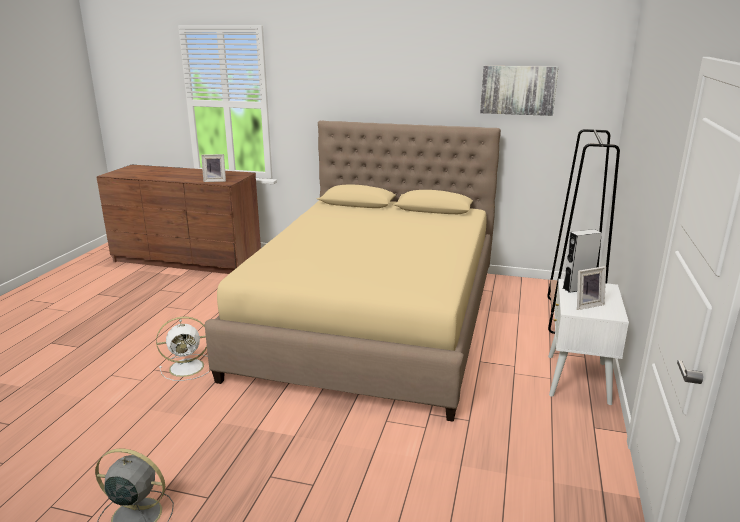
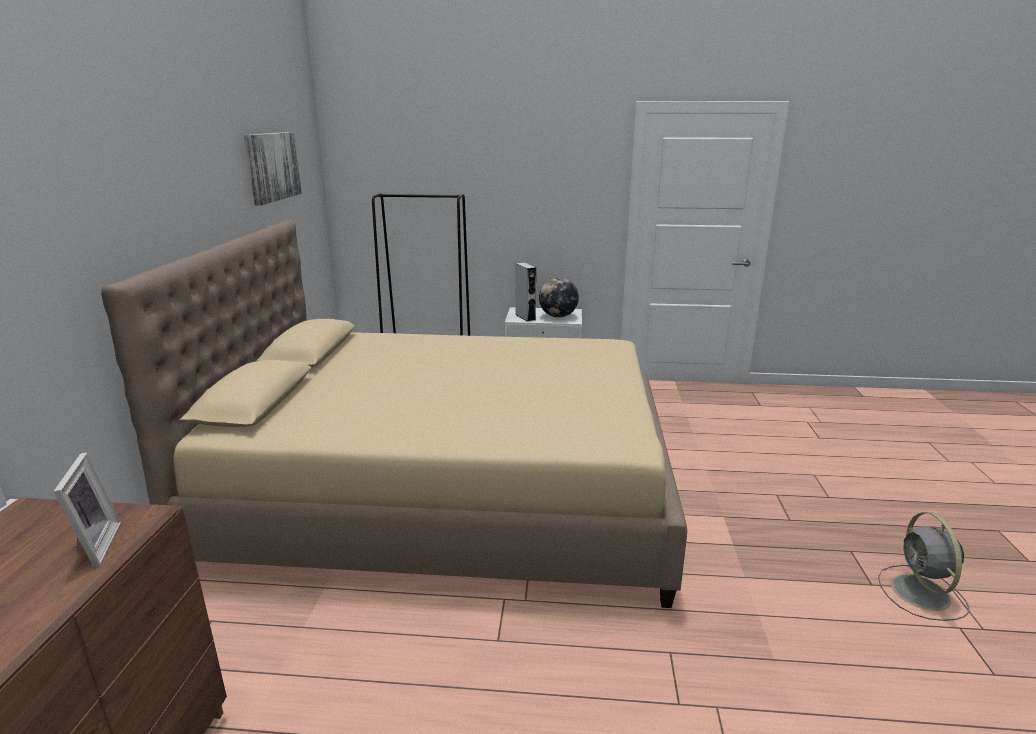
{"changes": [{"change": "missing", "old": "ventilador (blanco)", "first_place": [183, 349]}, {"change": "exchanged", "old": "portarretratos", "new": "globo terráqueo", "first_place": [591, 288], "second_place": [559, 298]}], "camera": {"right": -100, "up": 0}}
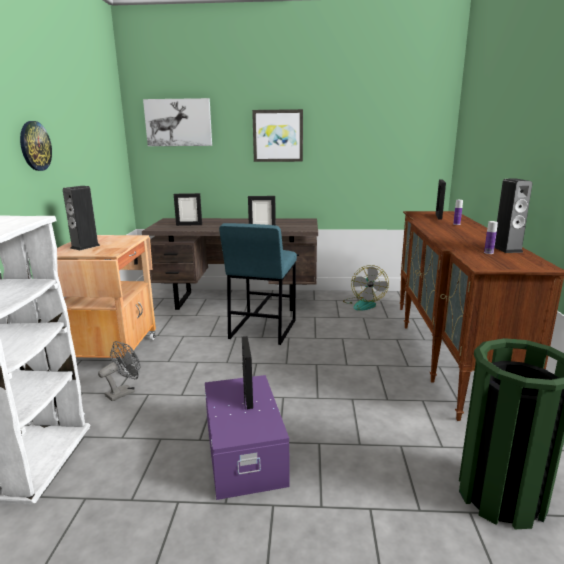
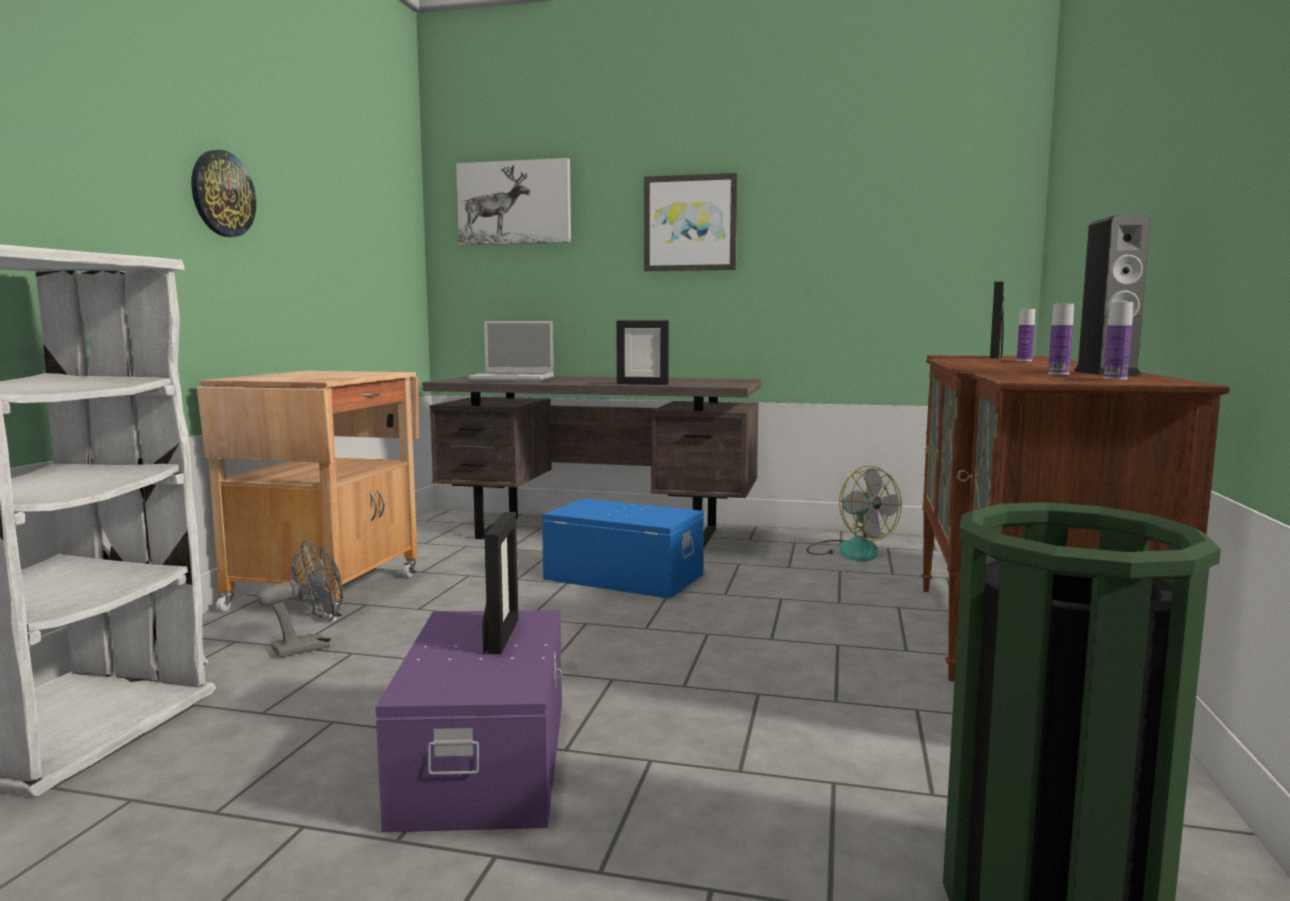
{"changes": [{"change": "missing", "old": "altavoz", "first_place": [81, 218]}, {"change": "exchanged", "old": "portarretratos", "new": "portátil", "first_place": [188, 209], "second_place": [511, 351]}, {"change": "exchanged", "old": "taburete (azul)", "new": "caja de almacenaje (azul)", "first_place": [258, 284], "second_place": [623, 549]}, {"change": "spun", "old": "ventilador", "first_place": [366, 288], "second_place": [854, 513], "degrees": -45}, {"change": "appeared", "new": "botella", "second_place": [1118, 341]}], "camera": {"right": 10, "up": -10}}
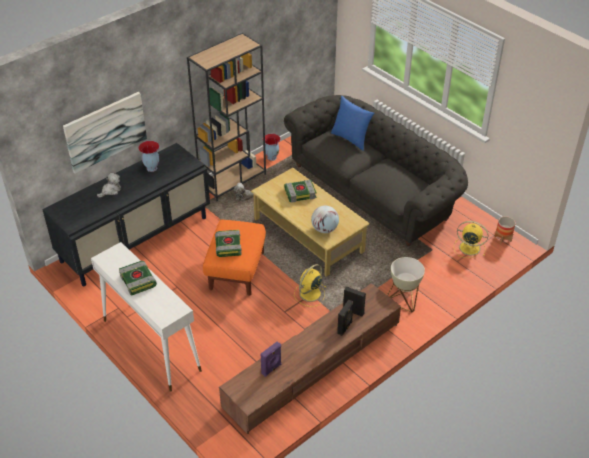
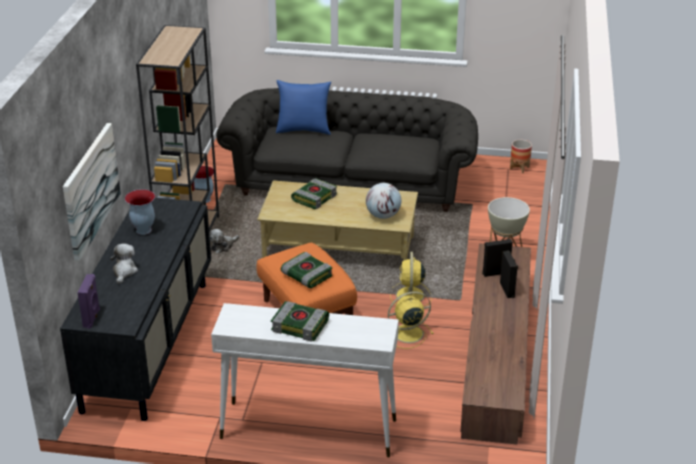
{"changes": [{"change": "relocated", "old": "altavoz (morado)", "first_place": [271, 359], "second_place": [88, 301]}, {"change": "relocated", "old": "ventilador (amarillo)", "first_place": [471, 239], "second_place": [410, 320]}], "camera": {"right": -40, "up": -10}}
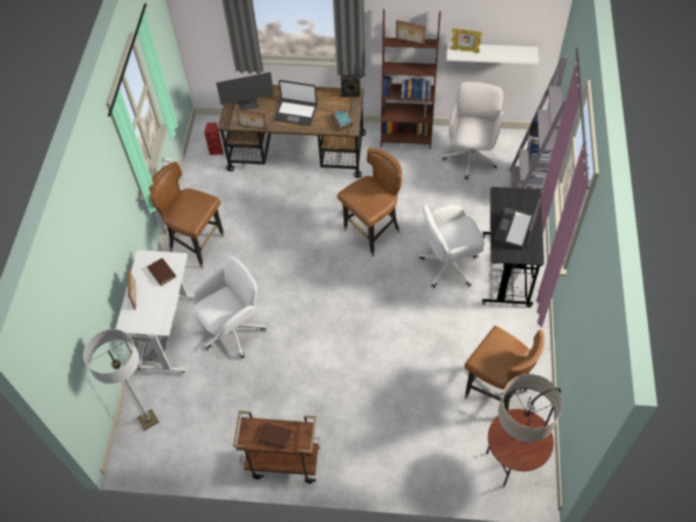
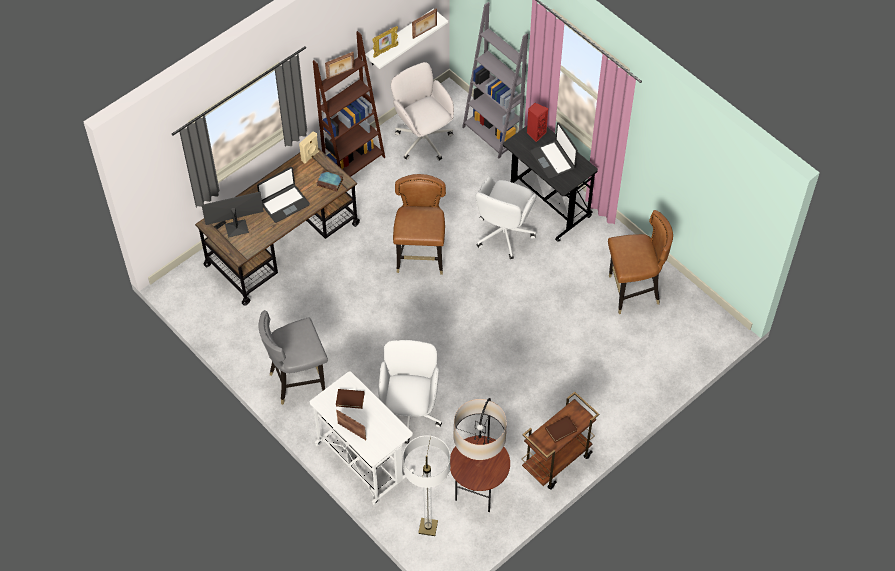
{"changes": [{"change": "colour", "old": "silla (marrón)", "new": "silla (gris)", "first_place": [186, 215], "second_place": [293, 357]}, {"change": "relocated", "old": "altavoz (rojo)", "first_place": [214, 138], "second_place": [537, 122]}, {"change": "spun", "old": "monitor", "first_place": [245, 91], "second_place": [232, 214], "degrees": -135}, {"change": "relocated", "old": "portarretratos", "first_place": [251, 119], "second_place": [424, 23]}, {"change": "colour", "old": "altavoz (negro)", "new": "altavoz (beis)", "first_place": [350, 86], "second_place": [309, 147]}, {"change": "relocated", "old": "lámpara de pie", "first_place": [524, 430], "second_place": [480, 455]}], "camera": {"right": -50, "up": 0}}
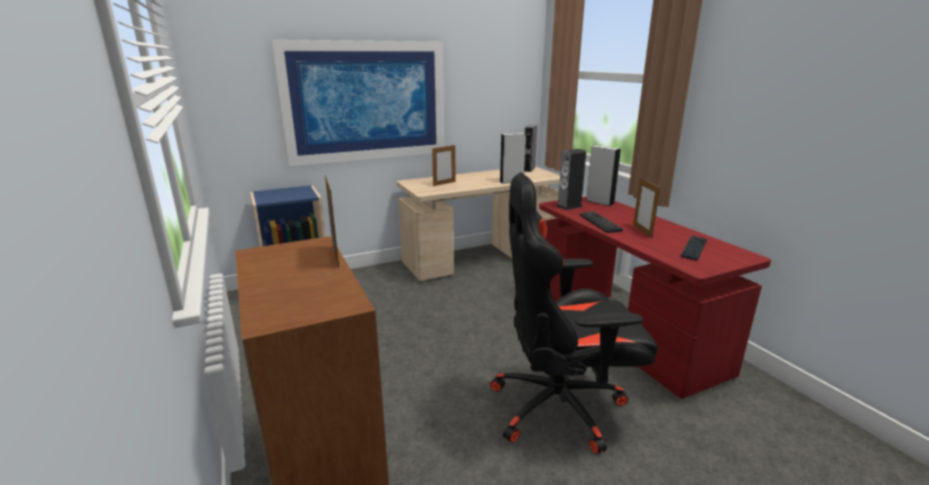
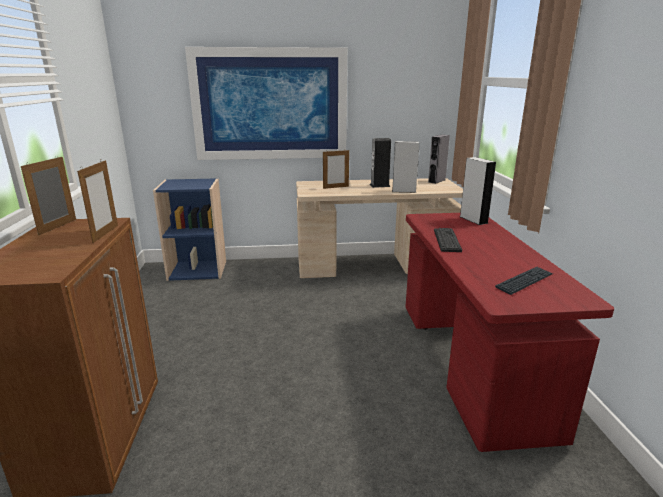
{"changes": [{"change": "missing", "old": "silla de oficina (negro)", "first_place": [574, 313]}, {"change": "relocated", "old": "altavoz", "first_place": [571, 179], "second_place": [380, 163]}, {"change": "relocated", "old": "portarretratos", "first_place": [646, 207], "second_place": [48, 196]}], "camera": {"right": 20, "up": 0}}
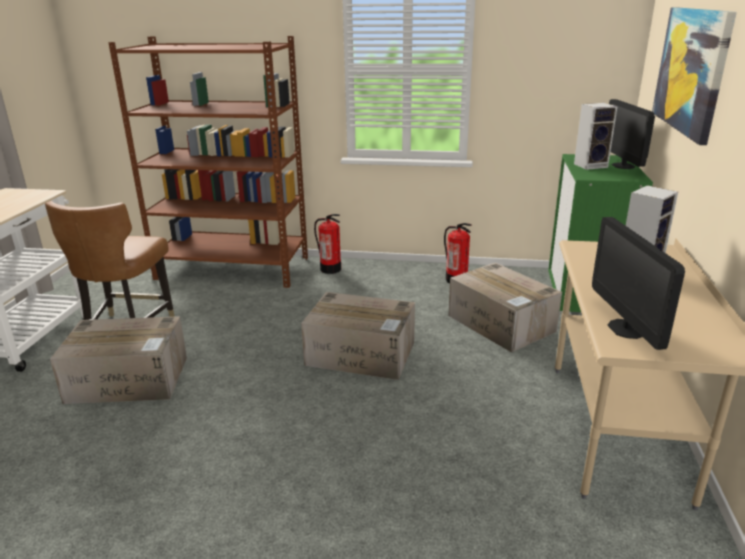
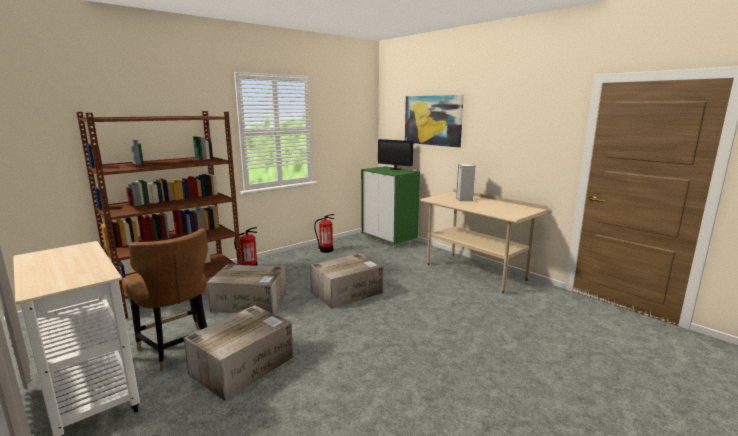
{"changes": [{"change": "relocated", "old": "caja de cartón", "first_place": [505, 307], "second_place": [246, 289]}, {"change": "missing", "old": "altavoz", "first_place": [596, 136]}, {"change": "missing", "old": "monitor", "first_place": [638, 283]}], "camera": {"right": -50, "up": -10}}
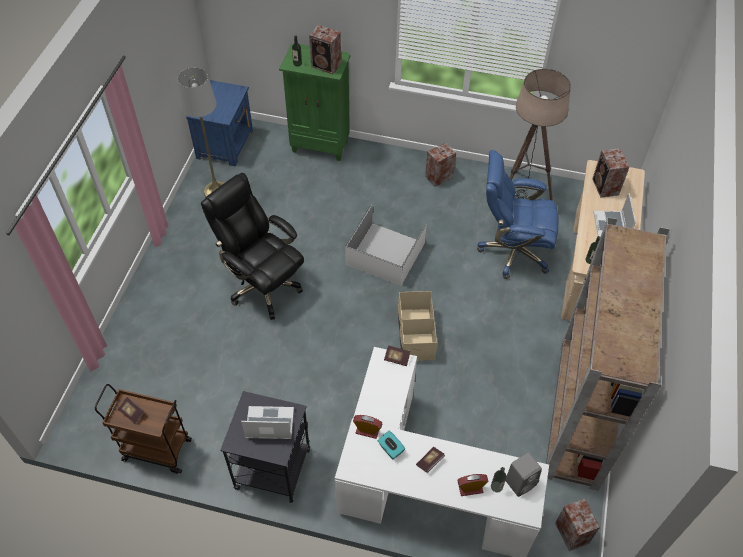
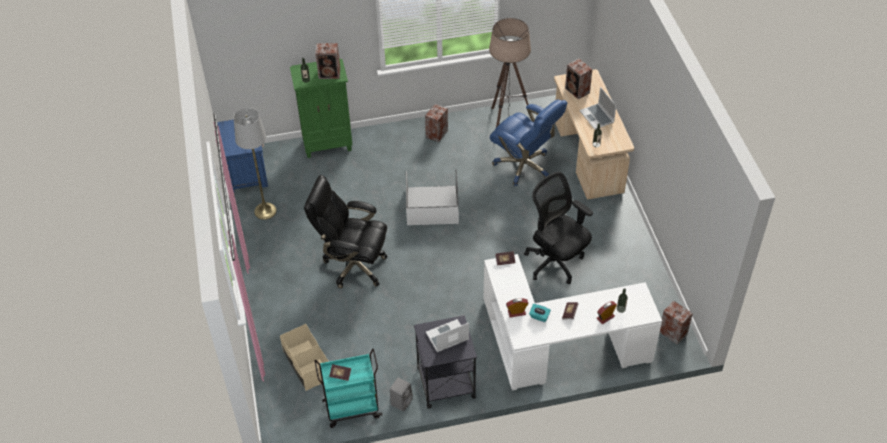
{"changes": [{"change": "colour", "old": "carrito (marrón)", "new": "carrito (turquesa)", "first_place": [143, 429], "second_place": [349, 388]}, {"change": "relocated", "old": "caja de almacenaje (beis)", "first_place": [417, 326], "second_place": [304, 357]}, {"change": "spun", "old": "silla de oficina (azul)", "first_place": [517, 214], "second_place": [528, 143], "degrees": -120}, {"change": "relocated", "old": "altavoz (gris)", "first_place": [524, 474], "second_place": [401, 394]}, {"change": "missing", "old": "estantería (marrón)", "first_place": [608, 353]}, {"change": "appeared", "new": "silla de oficina (negro)", "second_place": [558, 228]}], "camera": {"right": -25, "up": -5}}
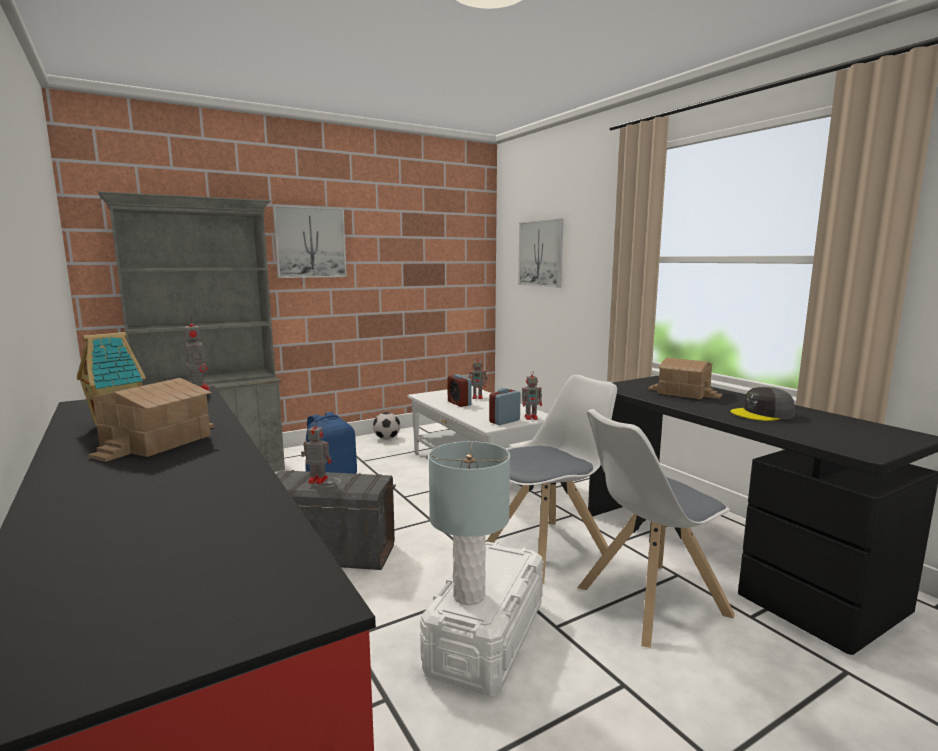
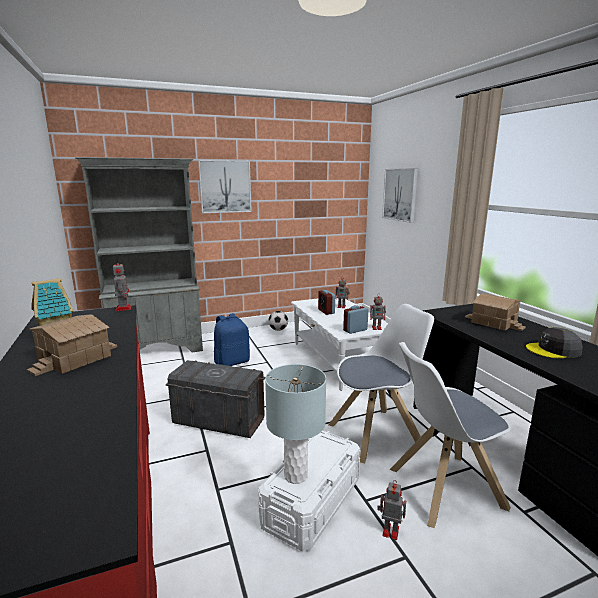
{"changes": [{"change": "relocated", "old": "robot de juguete", "first_place": [316, 452], "second_place": [391, 510]}], "camera": {"right": 10, "up": 5}}
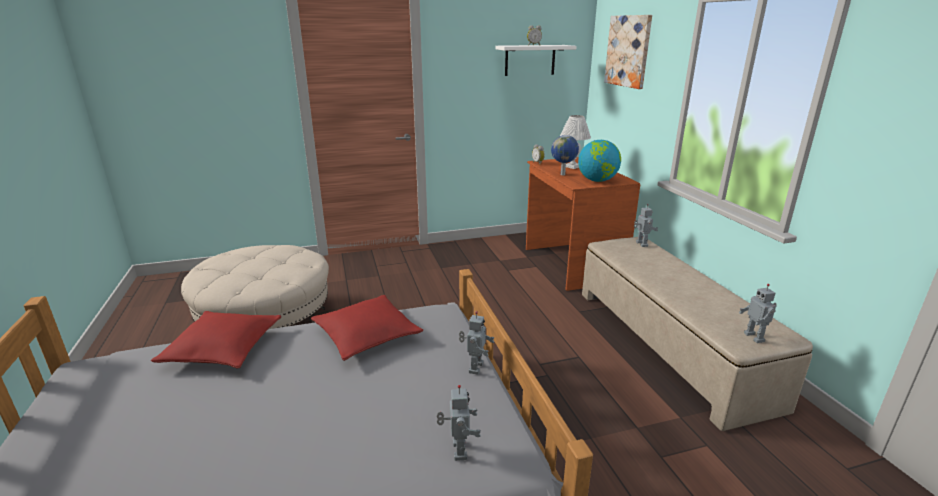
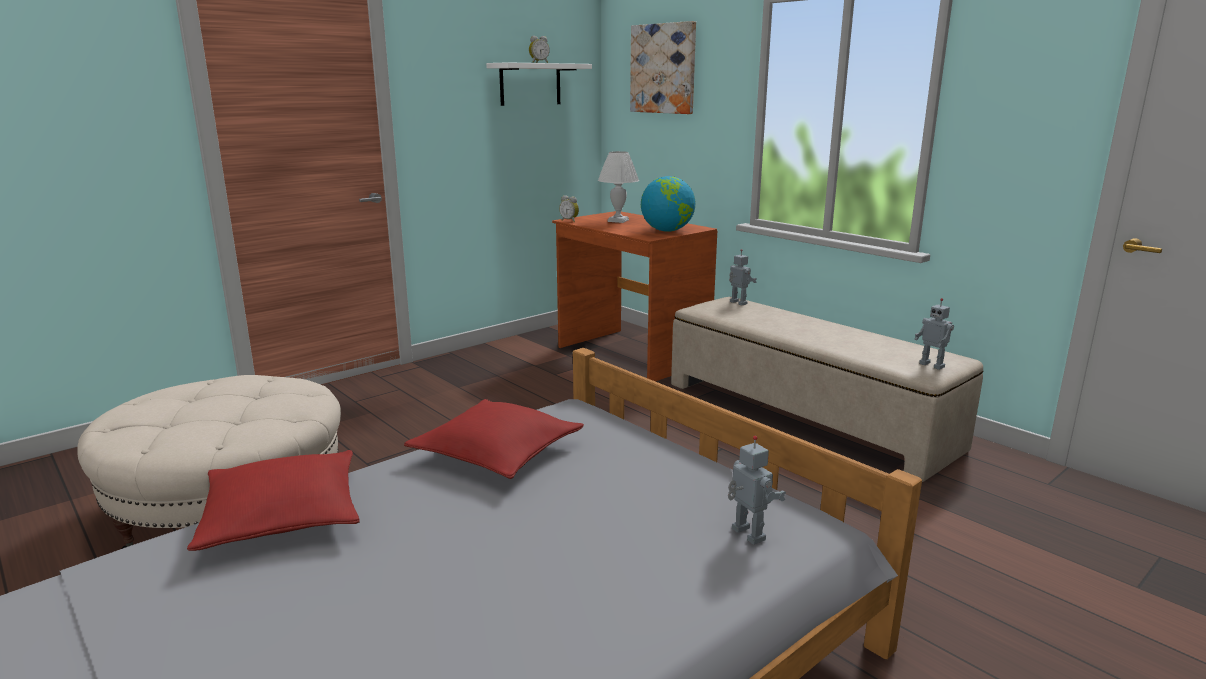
{"changes": [{"change": "missing", "old": "robot de juguete", "first_place": [476, 343]}, {"change": "missing", "old": "globo terráqueo", "first_place": [565, 155]}], "camera": {"right": -25, "up": -5}}
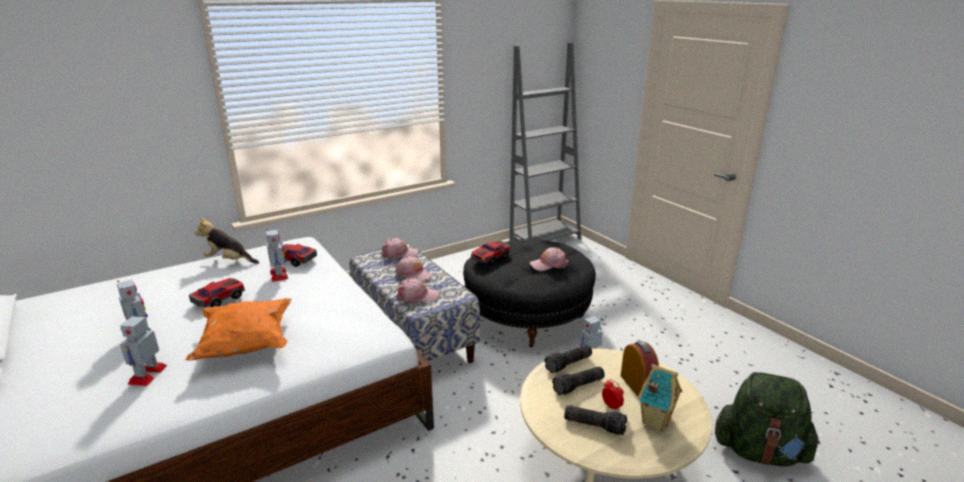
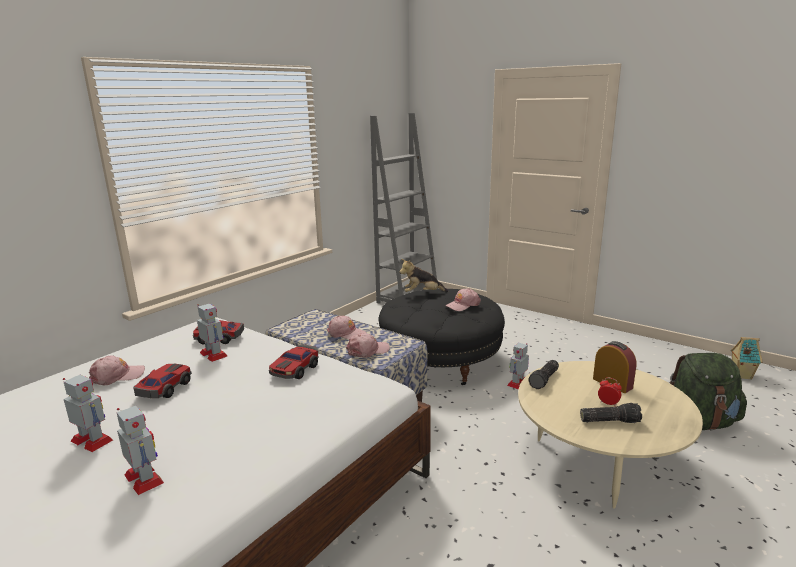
{"changes": [{"change": "spun", "old": "robot de juguete", "first_place": [144, 350], "second_place": [140, 450], "degrees": 150}, {"change": "missing", "old": "cojín (naranja)", "first_place": [238, 329]}, {"change": "relocated", "old": "peluche", "first_place": [227, 241], "second_place": [424, 275]}, {"change": "relocated", "old": "gorra (rosa)", "first_place": [399, 248], "second_place": [117, 370]}, {"change": "relocated", "old": "coche de juguete", "first_place": [490, 253], "second_place": [293, 361]}, {"change": "missing", "old": "linterna", "first_place": [578, 381]}, {"change": "relocated", "old": "casita", "first_place": [660, 398], "second_place": [746, 358]}], "camera": {"right": -20, "up": -5}}
